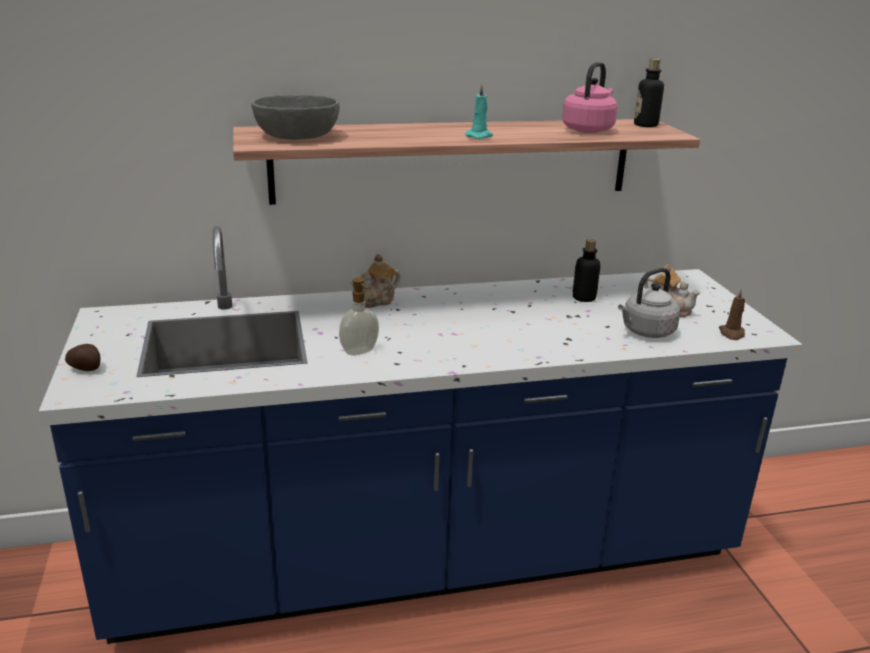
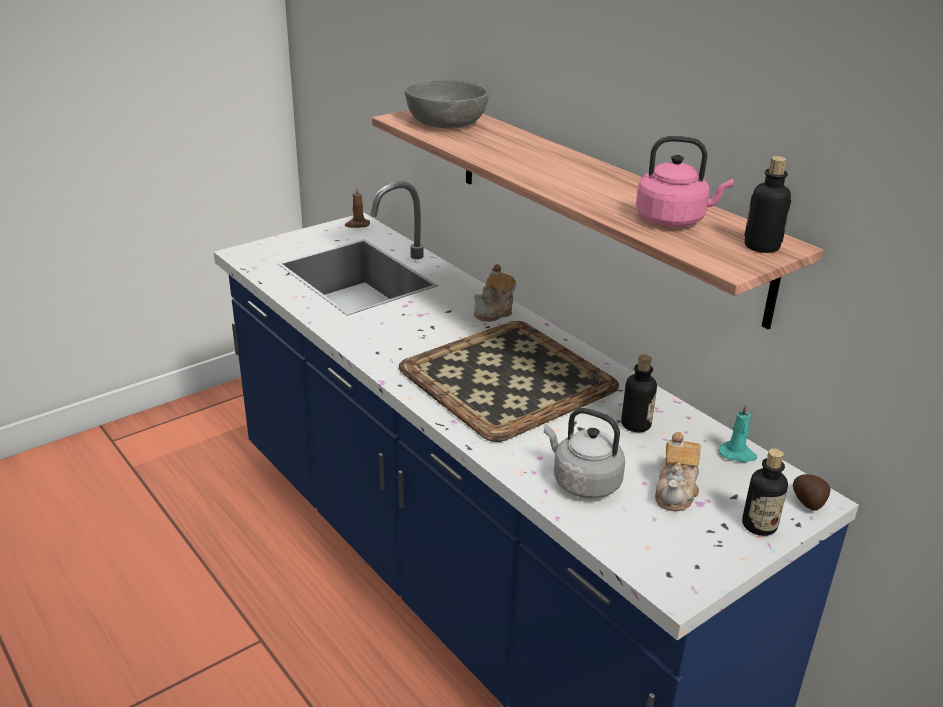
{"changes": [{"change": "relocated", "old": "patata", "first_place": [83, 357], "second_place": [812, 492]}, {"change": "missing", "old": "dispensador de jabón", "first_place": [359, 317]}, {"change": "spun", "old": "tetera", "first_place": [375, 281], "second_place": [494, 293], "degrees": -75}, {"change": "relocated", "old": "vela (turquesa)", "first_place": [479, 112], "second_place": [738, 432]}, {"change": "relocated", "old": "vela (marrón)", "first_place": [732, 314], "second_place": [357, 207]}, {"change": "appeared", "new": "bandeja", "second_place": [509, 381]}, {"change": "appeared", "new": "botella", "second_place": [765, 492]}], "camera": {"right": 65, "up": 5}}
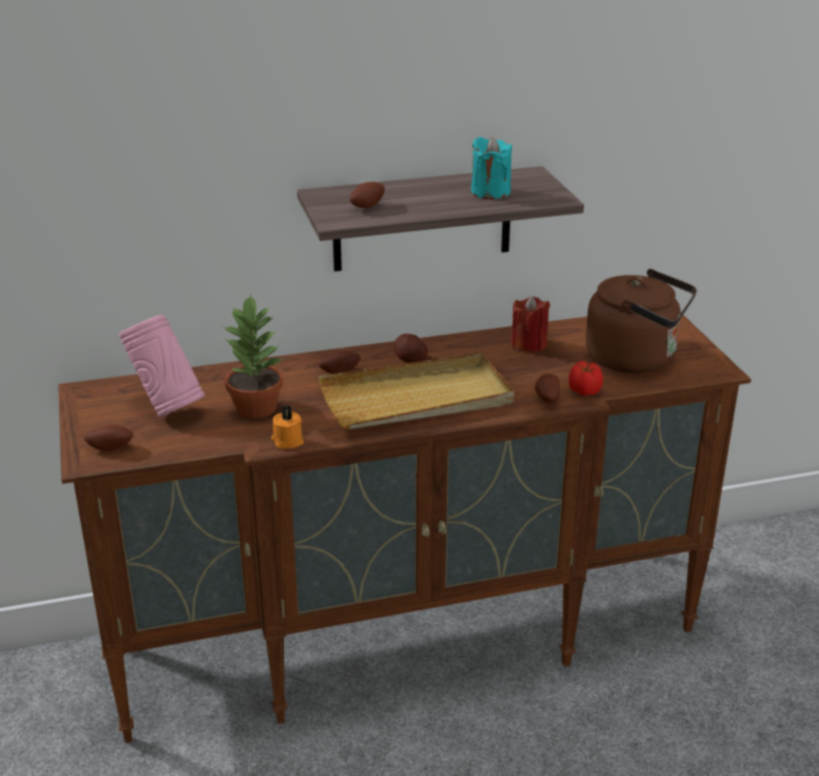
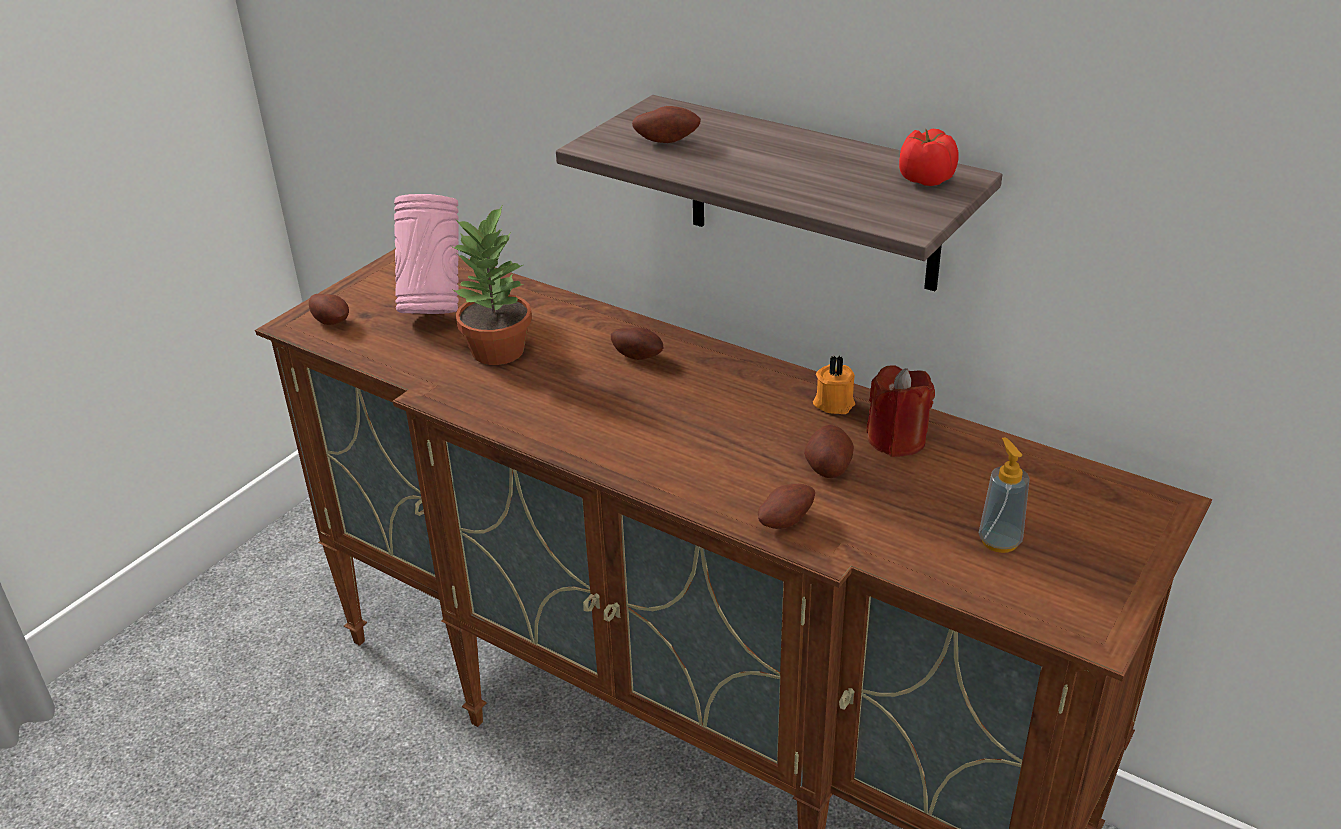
{"changes": [{"change": "relocated", "old": "vela (naranja)", "first_place": [287, 427], "second_place": [834, 385]}, {"change": "missing", "old": "bandeja (beis)", "first_place": [416, 391]}, {"change": "relocated", "old": "patata", "first_place": [410, 348], "second_place": [829, 451]}, {"change": "missing", "old": "vela (turquesa)", "first_place": [491, 168]}, {"change": "relocated", "old": "tomate", "first_place": [586, 378], "second_place": [928, 157]}, {"change": "exchanged", "old": "hervidor (marrón)", "new": "dispensador de jabón", "first_place": [641, 321], "second_place": [1004, 495]}], "camera": {"right": 50, "up": 5}}
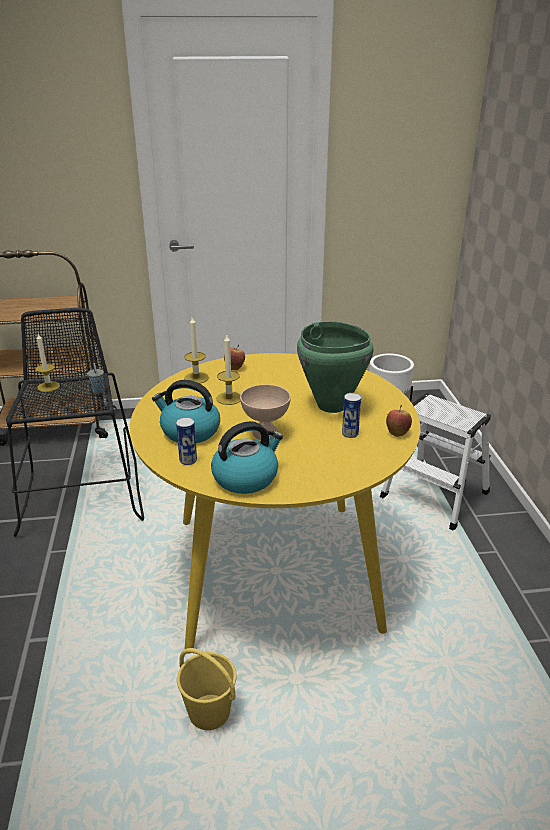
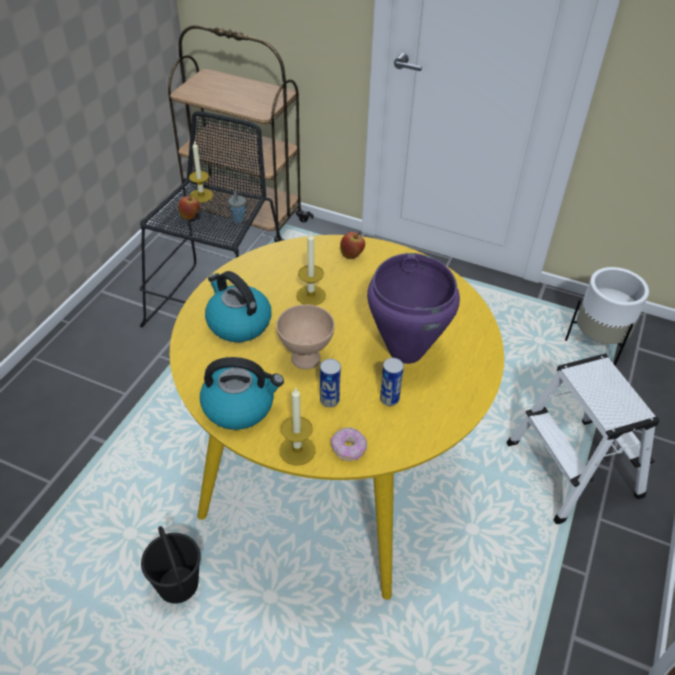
{"changes": [{"change": "relocated", "old": "lata", "first_place": [186, 441], "second_place": [330, 383]}, {"change": "colour", "old": "cubo (amarillo)", "new": "cubo (negro)", "first_place": [207, 689], "second_place": [171, 564]}, {"change": "relocated", "old": "vela", "first_place": [196, 350], "second_place": [297, 426]}, {"change": "colour", "old": "olla (verde)", "new": "olla (morado)", "first_place": [335, 367], "second_place": [413, 308]}, {"change": "relocated", "old": "manzana", "first_place": [399, 421], "second_place": [188, 207]}, {"change": "appeared", "new": "rosquilla", "second_place": [349, 444]}], "camera": {"right": 30, "up": 15}}
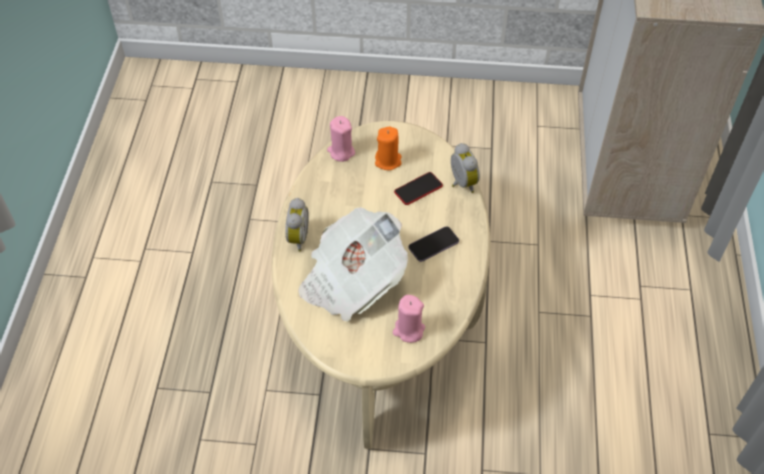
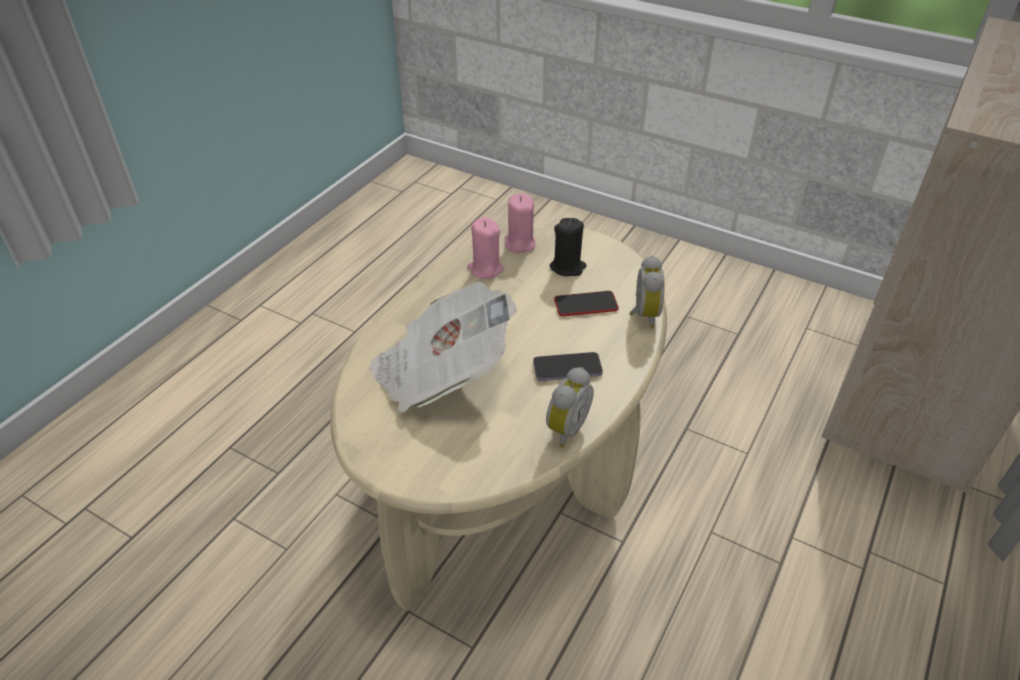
{"changes": [{"change": "relocated", "old": "despertador", "first_place": [297, 225], "second_place": [570, 407]}, {"change": "colour", "old": "vela (naranja)", "new": "vela (negro)", "first_place": [388, 148], "second_place": [568, 247]}, {"change": "relocated", "old": "vela (rosa)", "first_place": [409, 319], "second_place": [485, 248]}], "camera": {"right": 25, "up": -10}}
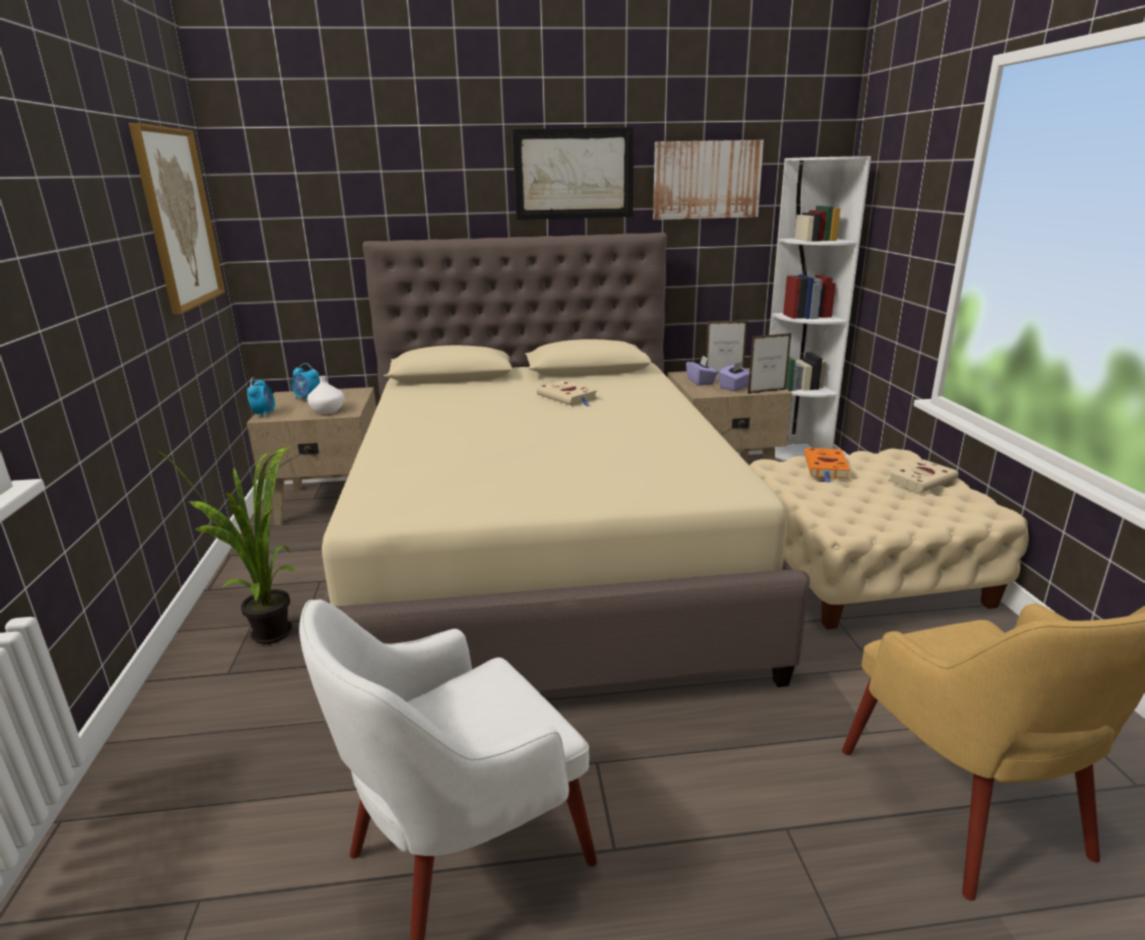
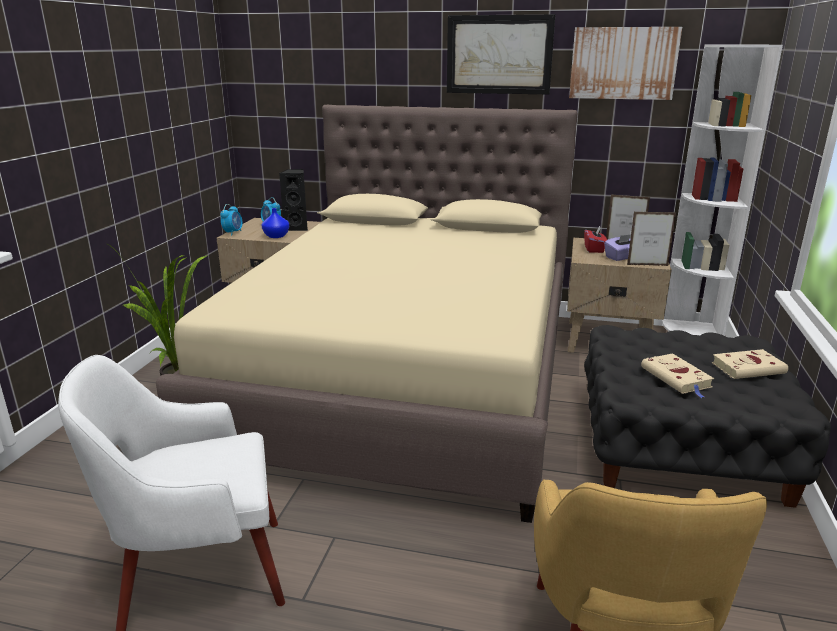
{"changes": [{"change": "missing", "old": "cuadro", "first_place": [177, 218]}, {"change": "colour", "old": "florero (blanco)", "new": "florero (azul)", "first_place": [325, 395], "second_place": [275, 223]}, {"change": "relocated", "old": "libro (beis)", "first_place": [567, 393], "second_place": [677, 375]}, {"change": "colour", "old": "caja de pañuelos (morado)", "new": "caja de pañuelos (rojo)", "first_place": [701, 371], "second_place": [595, 239]}, {"change": "colour", "old": "puf (beis)", "new": "puf (negro)", "first_place": [889, 539], "second_place": [707, 416]}, {"change": "missing", "old": "libro (naranja)", "first_place": [827, 465]}, {"change": "appeared", "new": "altavoz (negro)", "second_place": [293, 200]}], "camera": {"right": 20, "up": 0}}
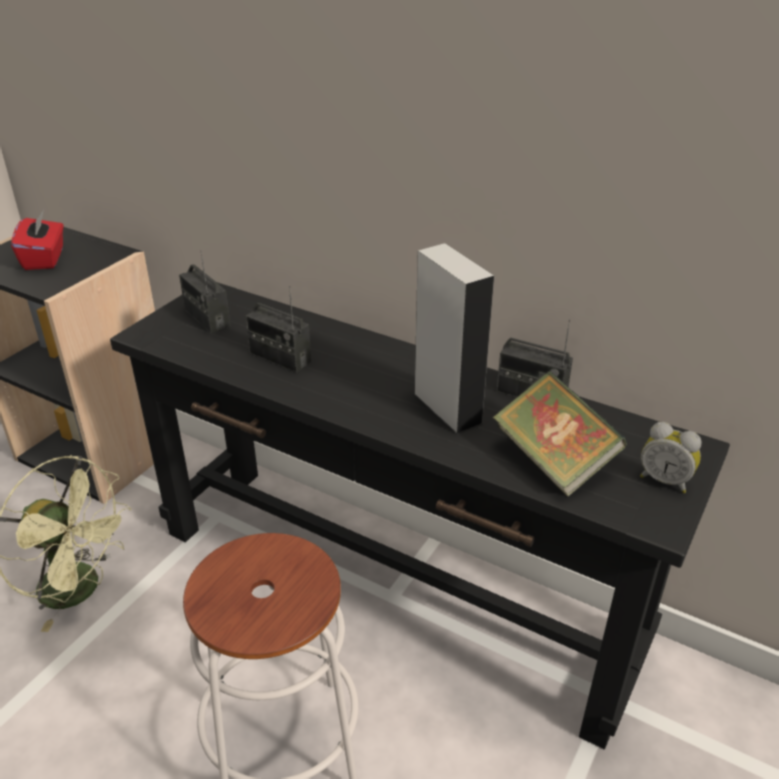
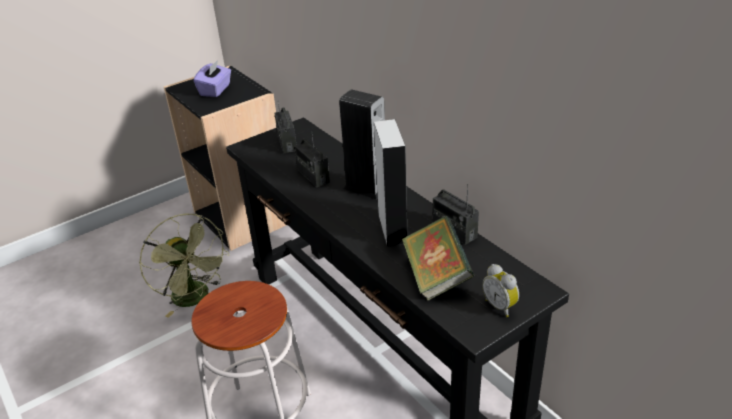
{"changes": [{"change": "colour", "old": "caja de pañuelos (rojo)", "new": "caja de pañuelos (morado)", "first_place": [37, 240], "second_place": [212, 78]}, {"change": "appeared", "new": "altavoz", "second_place": [362, 144]}], "camera": {"right": 25, "up": 0}}
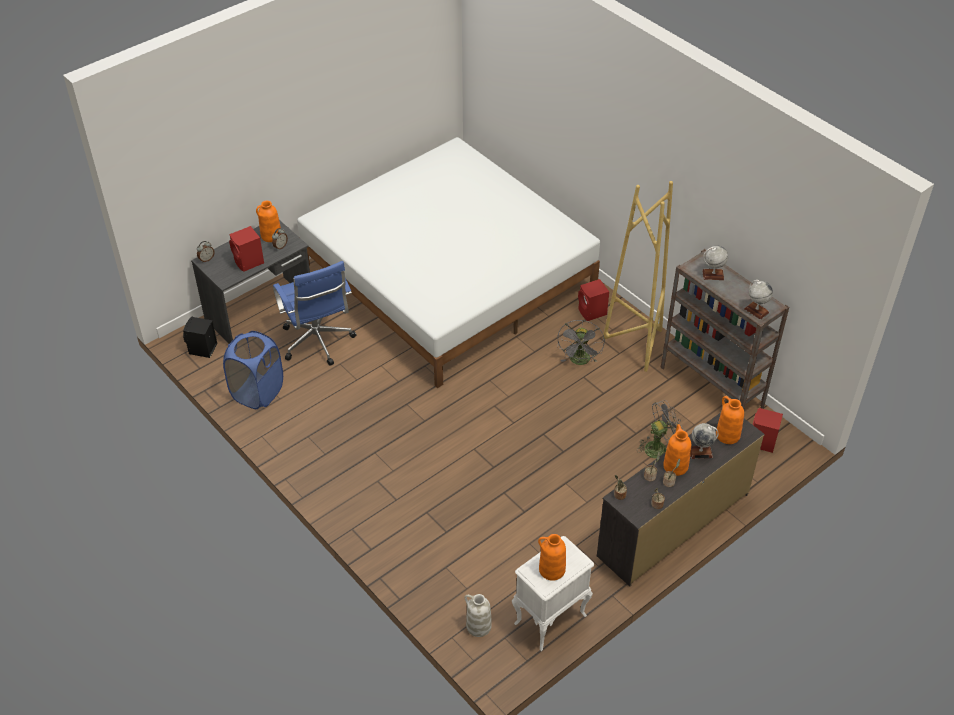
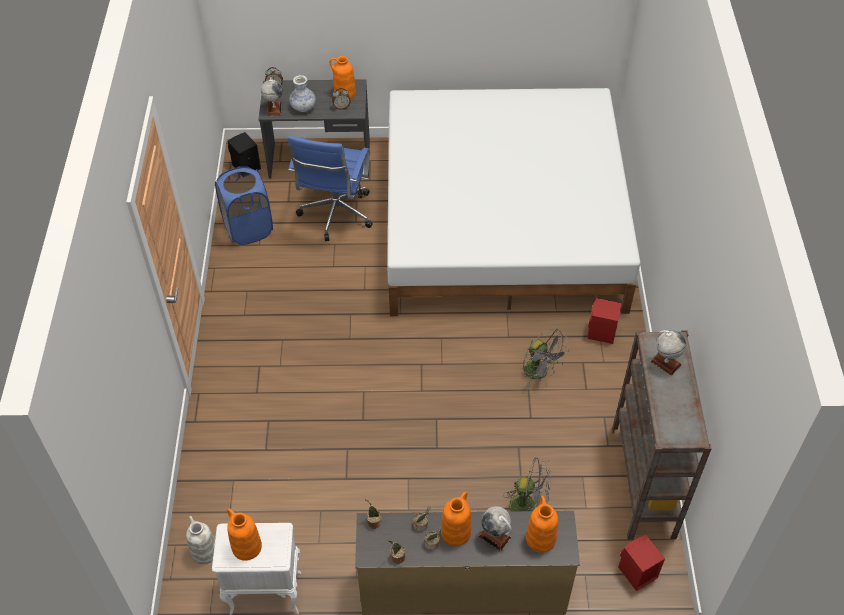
{"changes": [{"change": "exchanged", "old": "altavoz (rojo)", "new": "florero", "first_place": [246, 249], "second_place": [302, 93]}, {"change": "spun", "old": "ventilador (gris)", "first_place": [581, 342], "second_place": [546, 357], "degrees": -90}, {"change": "missing", "old": "perchero (amarillo)", "first_place": [638, 276]}, {"change": "relocated", "old": "globo terráqueo", "first_place": [758, 300], "second_place": [272, 97]}], "camera": {"right": 40, "up": 5}}
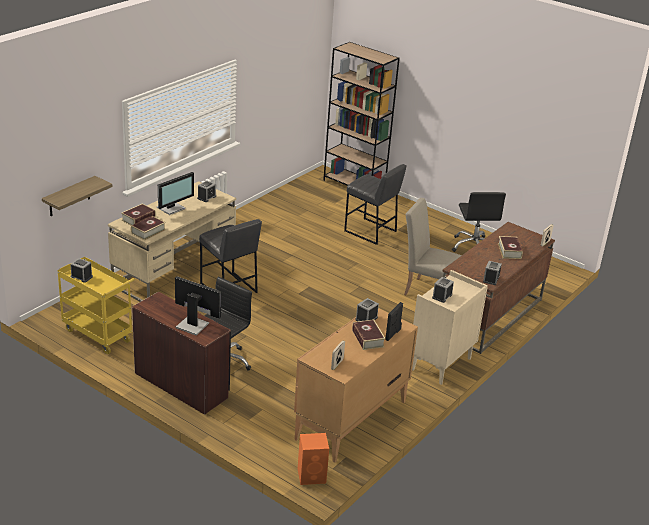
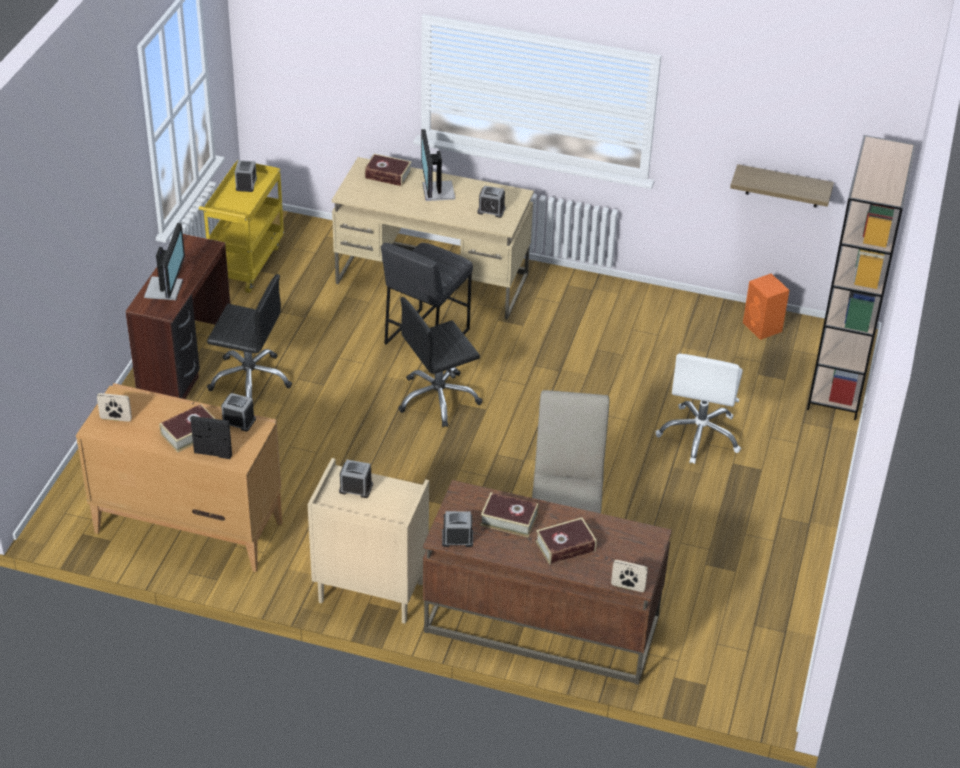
{"changes": [{"change": "relocated", "old": "estante", "first_place": [77, 196], "second_place": [782, 185]}, {"change": "relocated", "old": "libro", "first_place": [148, 228], "second_place": [509, 514]}, {"change": "spun", "old": "monitor", "first_place": [175, 193], "second_place": [438, 165], "degrees": 60}, {"change": "relocated", "old": "altavoz (naranja)", "first_place": [313, 459], "second_place": [766, 307]}, {"change": "exchanged", "old": "taburete (gris)", "new": "silla de oficina (blanco)", "first_place": [375, 204], "second_place": [699, 409]}, {"change": "relocated", "old": "silla de oficina (negro)", "first_place": [479, 222], "second_place": [440, 362]}], "camera": {"right": 70, "up": 10}}
